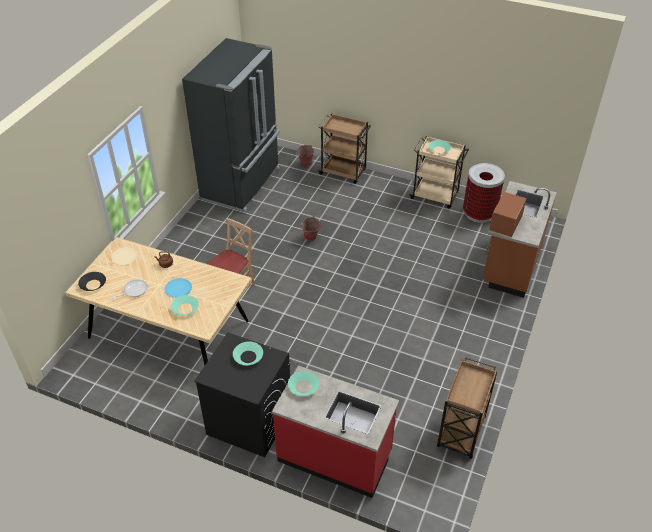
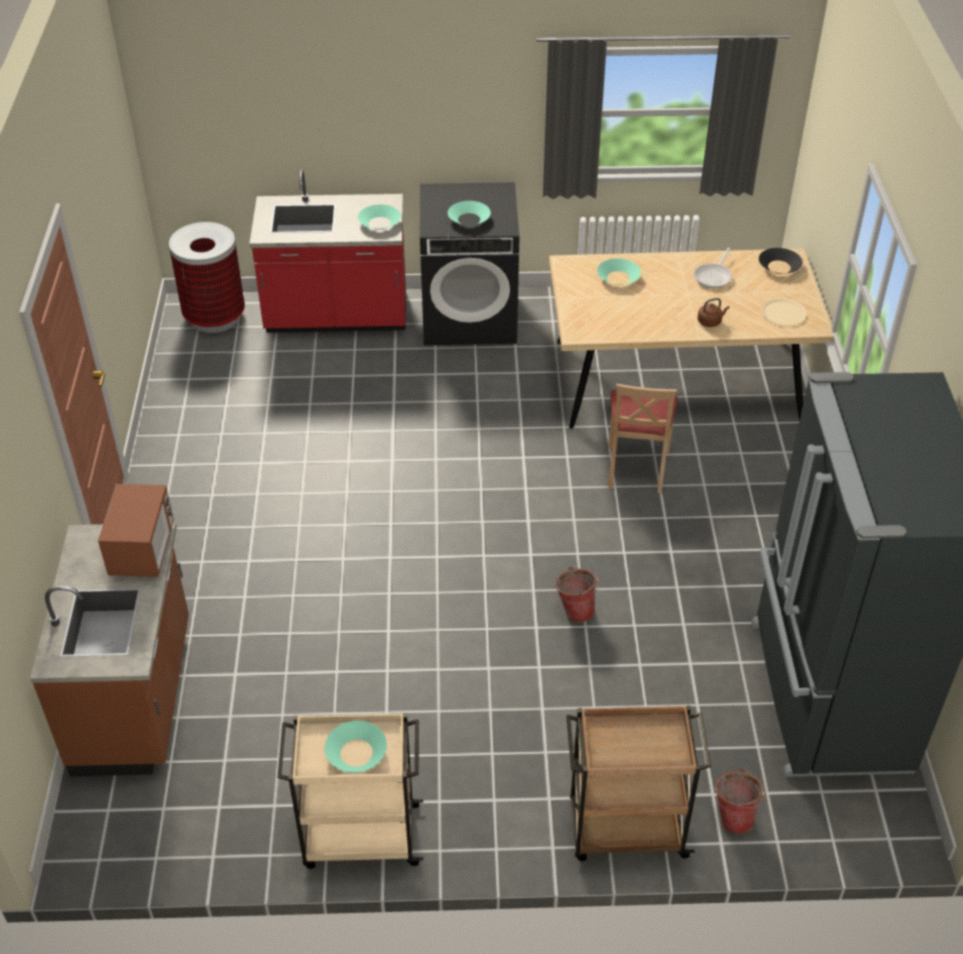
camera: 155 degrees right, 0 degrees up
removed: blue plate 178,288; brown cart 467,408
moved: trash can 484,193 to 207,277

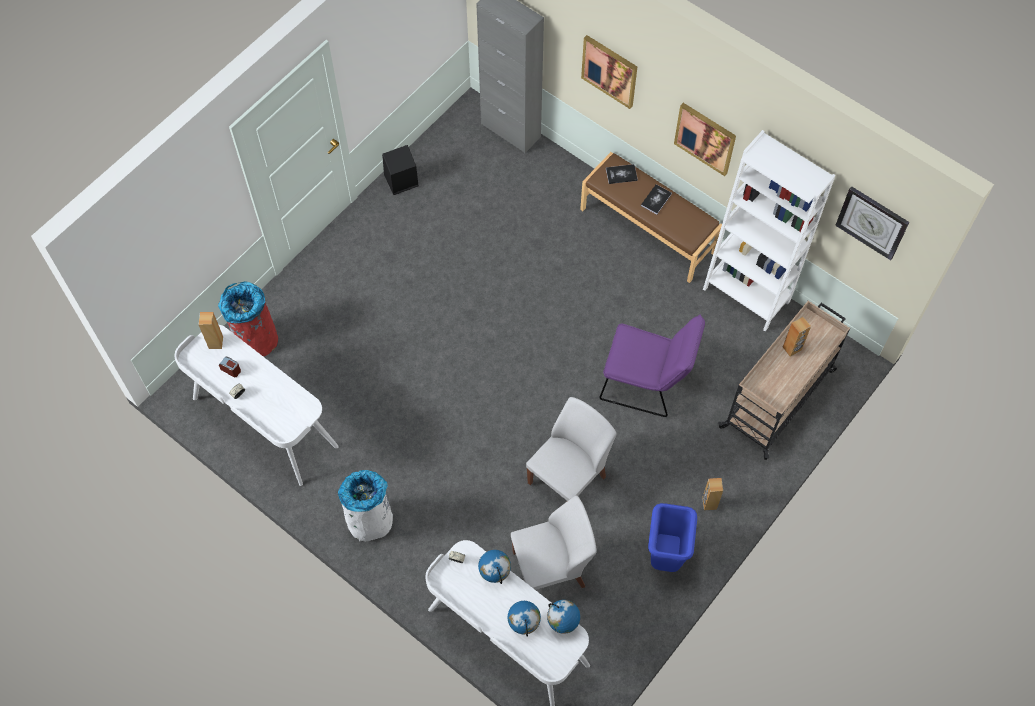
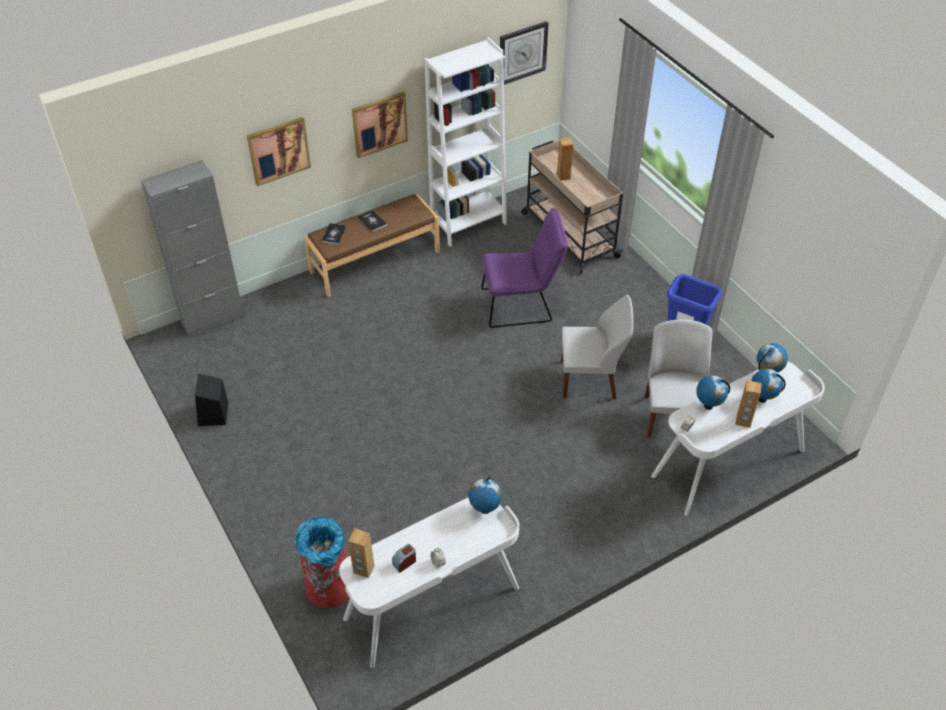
camera: 70 degrees left, 15 degrees down
removed: white trash can 365,506
added: globe 485,495
moved: brown speaker 712,494 to 748,404
turned: purple chair 652,365 = 524,268 45 degrees clockwise; white chair 571,449 = 597,347 120 degrees clockwise

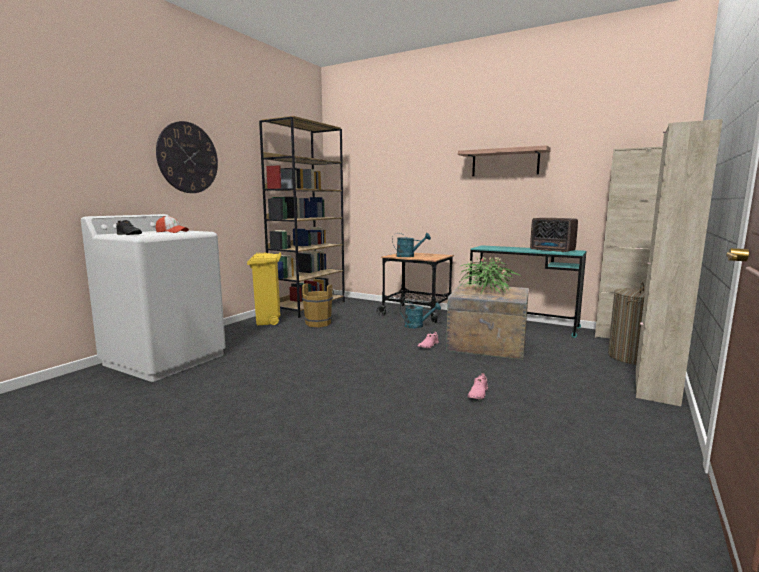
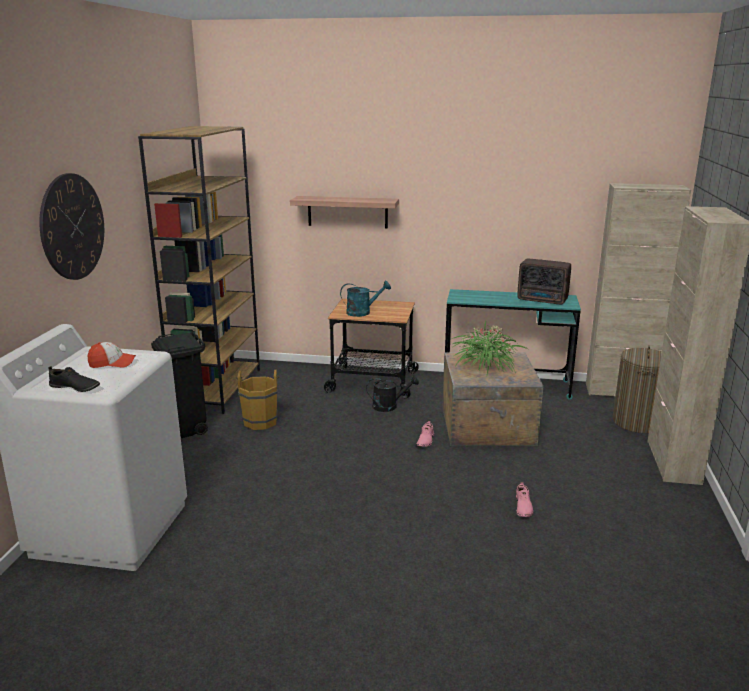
camera: 20 degrees left, 10 degrees up
moved: shelf 504,160 to 344,212
recoloured: yellow trash can 264,289 to black trash can 179,384; turquoise watering can 420,314 to black watering can 392,394

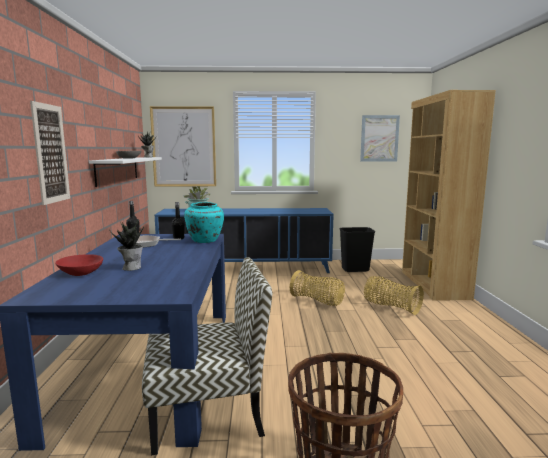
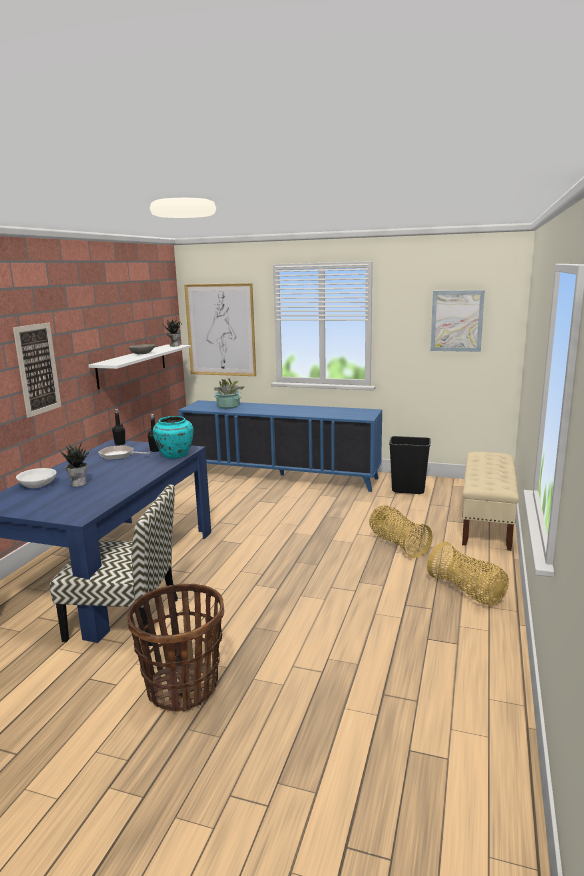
camera: 20 degrees right, 5 degrees up
moved: basket 317,288 to 468,574
replaced: brown bookcase 449,195 to beige bench 490,501
recoloured: red bowl 79,265 to white bowl 36,478

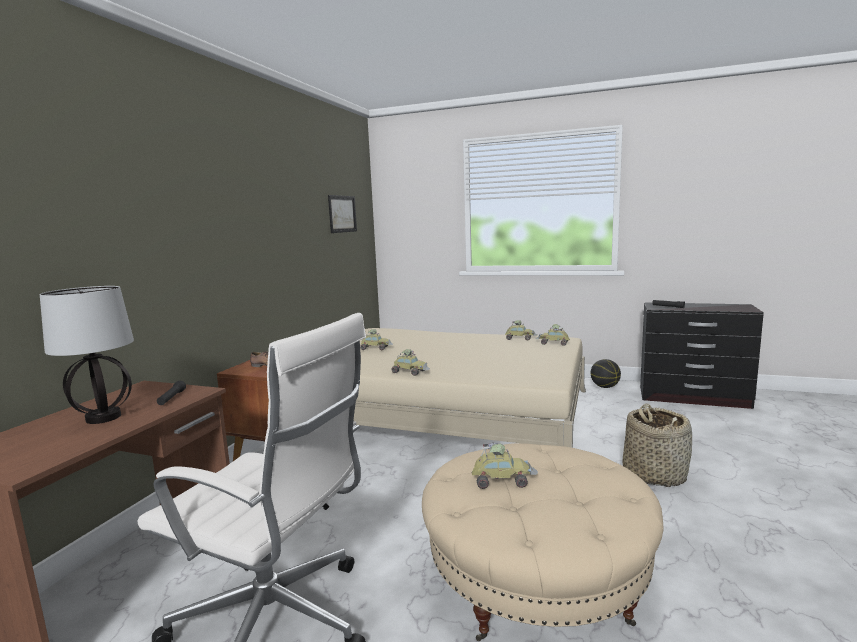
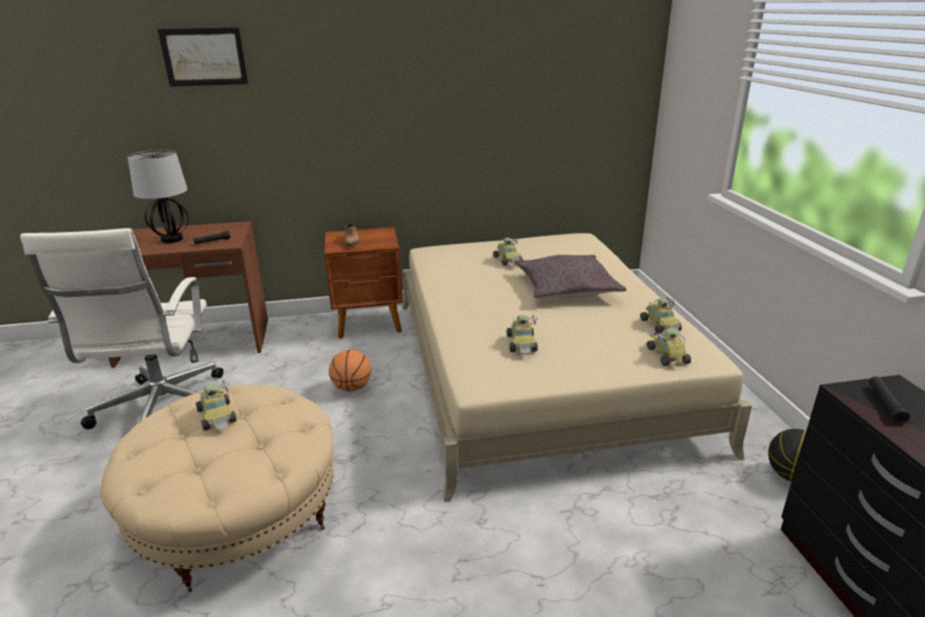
camera: 60 degrees right, 15 degrees up
removed: basket 657,445
added: basketball 350,370; grey pillow 570,276
moved: picture 342,214 to 203,57; toy car 410,362 to 522,334

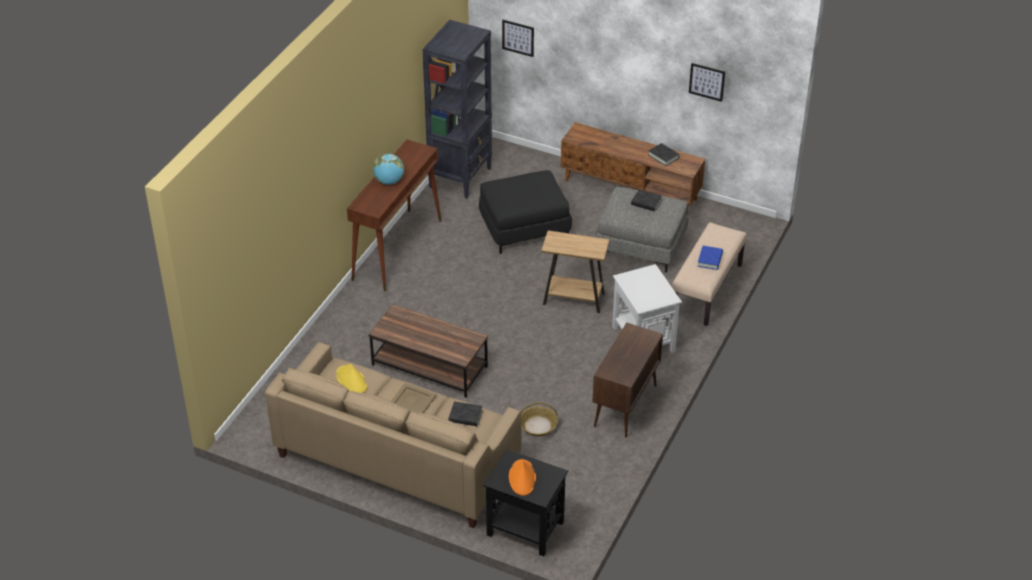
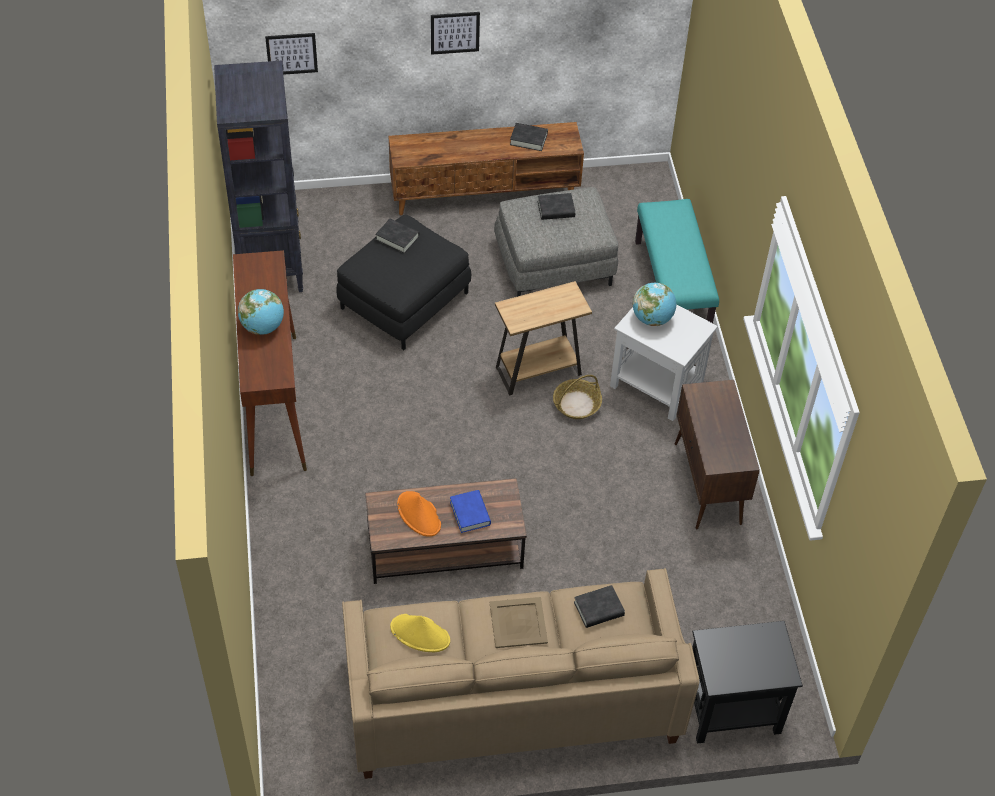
camera: 35 degrees left, 10 degrees up
added: black book 397,236; globe 654,304
moved: orange hat 522,477 to 419,514; picture 707,82 to 455,33; blue book 710,258 to 470,511; basket 539,419 to 577,397
recoloured: beige bench 709,274 to turquoise bench 677,261

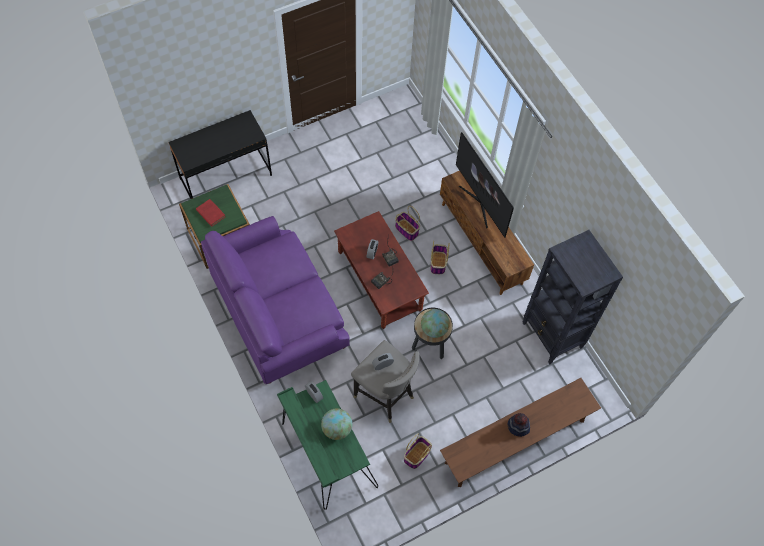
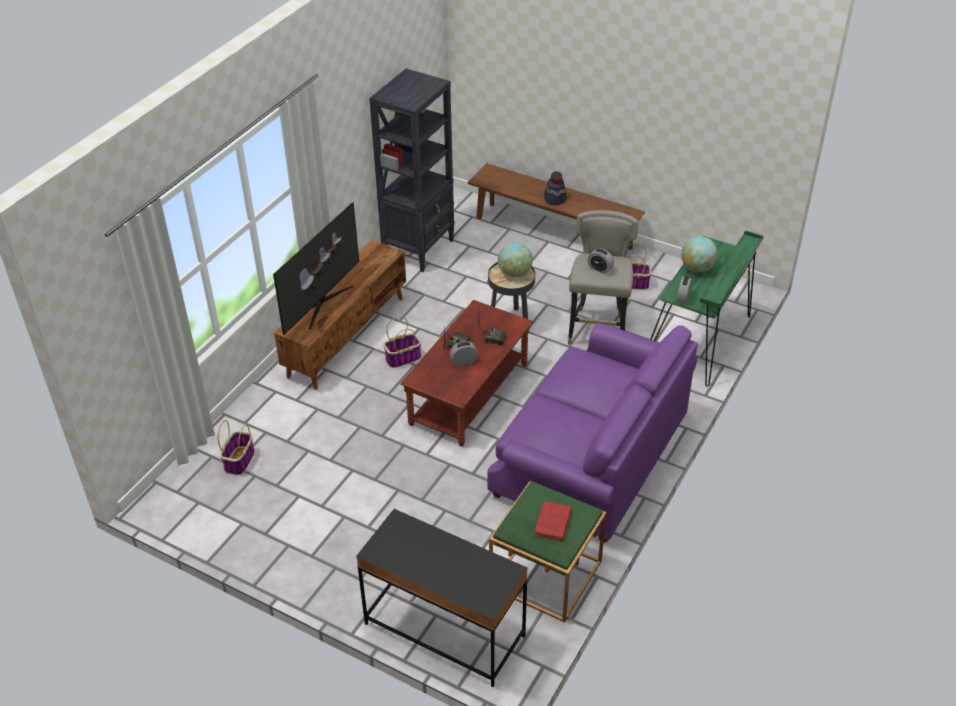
camera: 120 degrees left, 20 degrees down
moved: basket 407,223 to 236,447

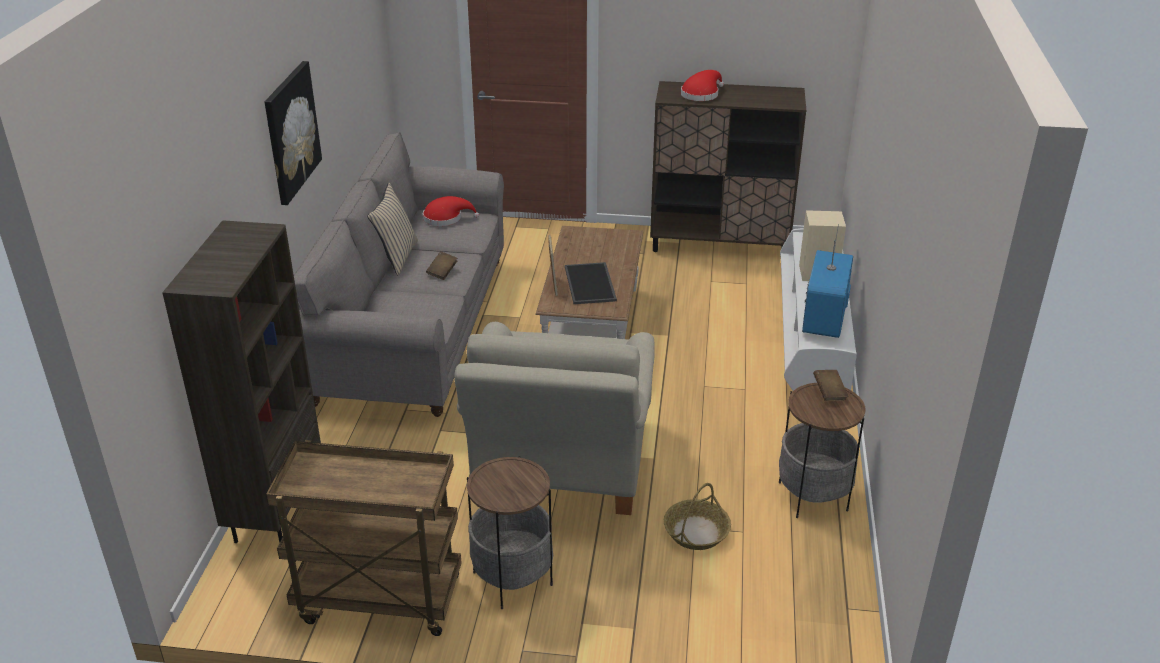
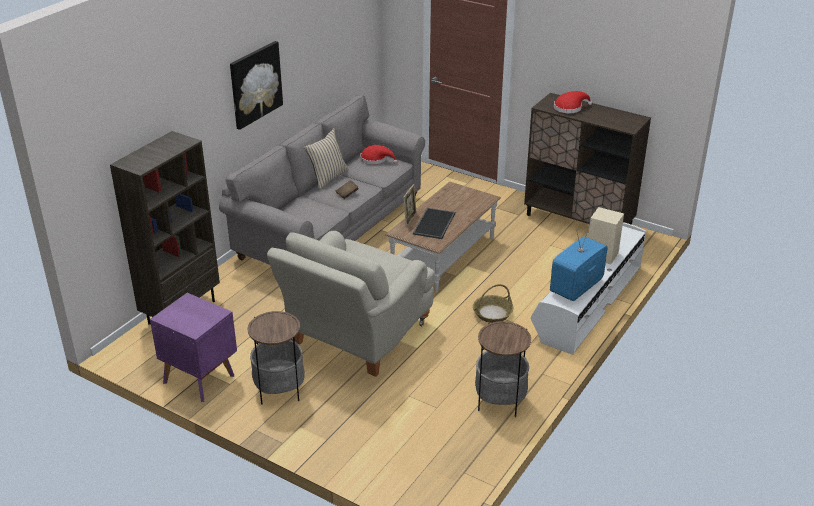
camera: 25 degrees right, 0 degrees up
removed: brown book 830,385
moved: basket 697,516 to 493,303
replaced: brown cart 363,538 to purple nightstand 193,347

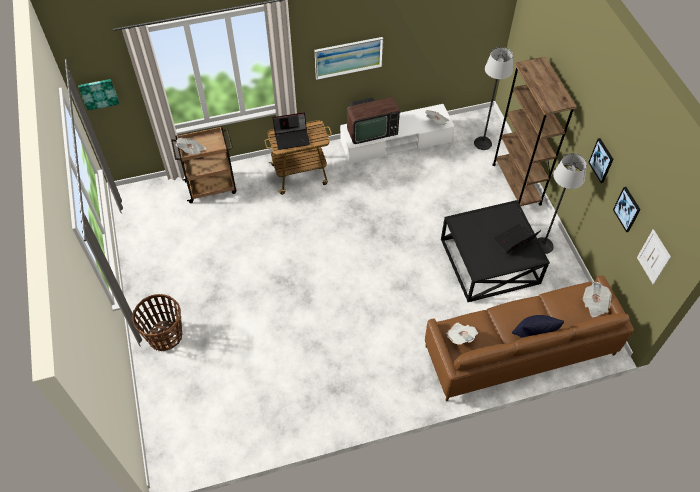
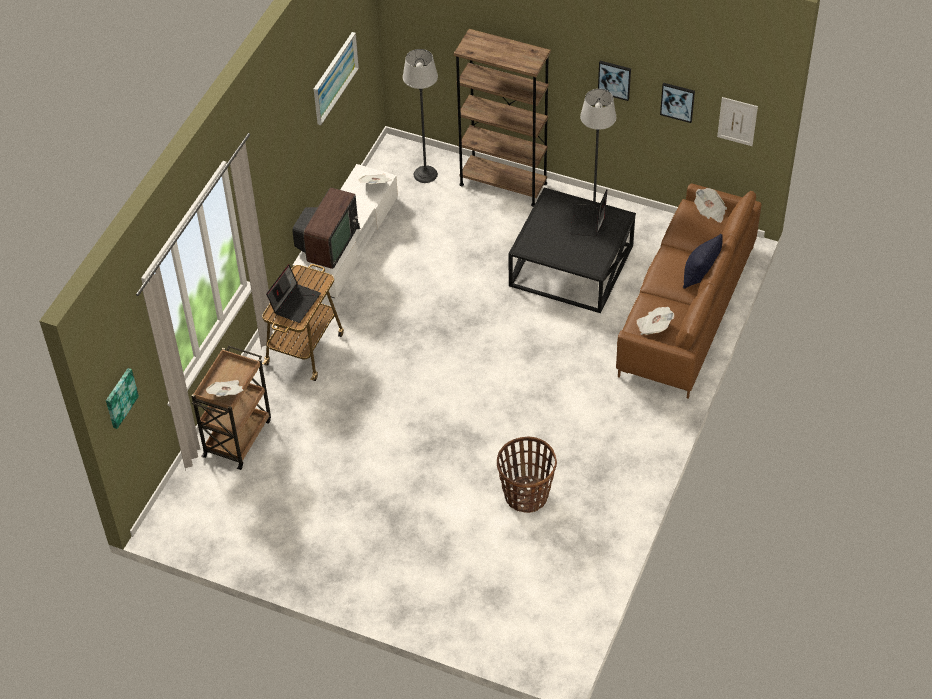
camera: 50 degrees left, 5 degrees down
moved: picture 349,58 to 336,78; basket 157,322 to 527,474

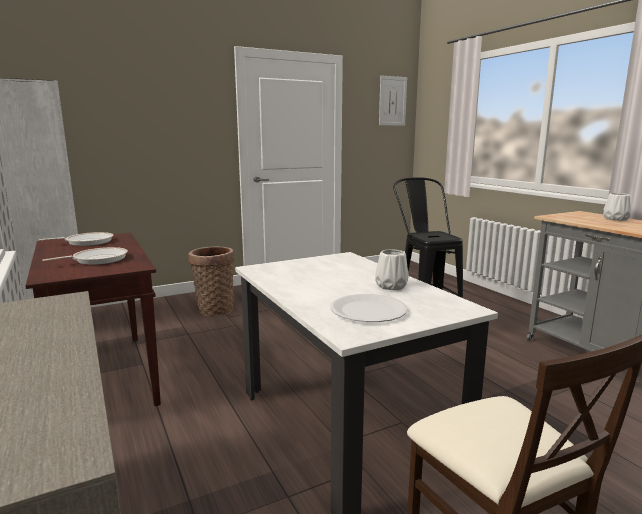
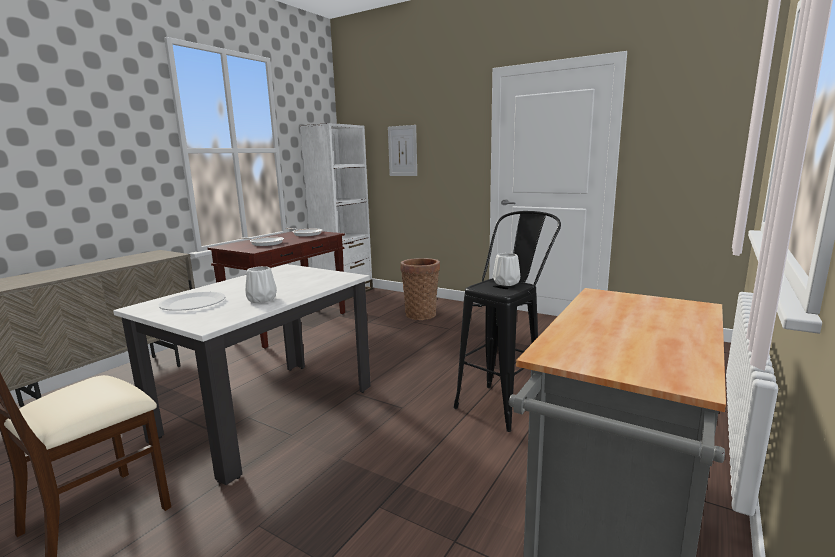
camera: 60 degrees right, 0 degrees up
moved: picture 393,100 to 402,150; white vase 617,207 to 506,269

